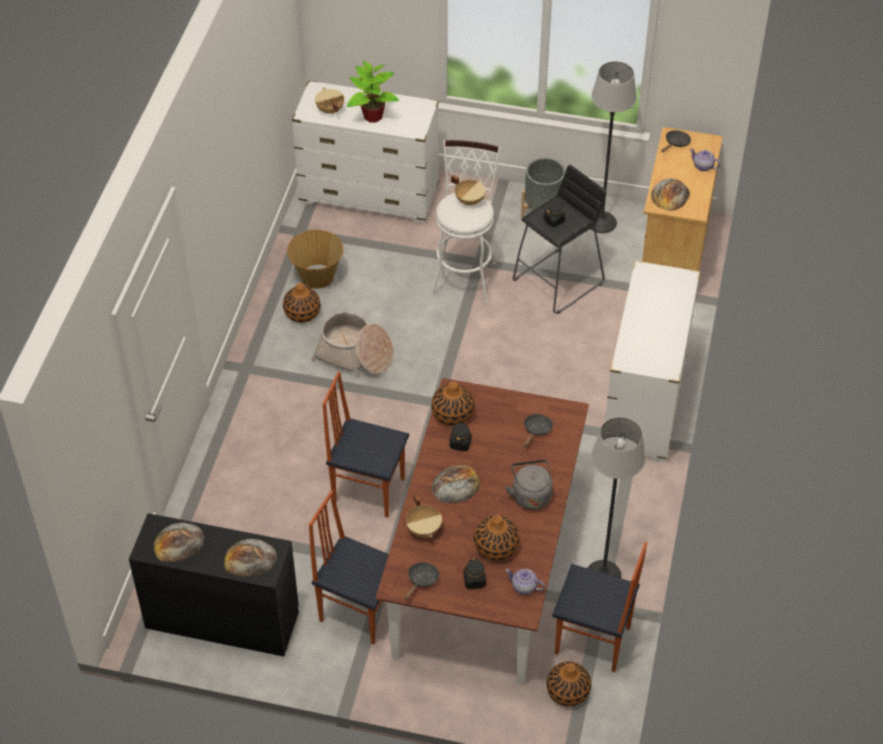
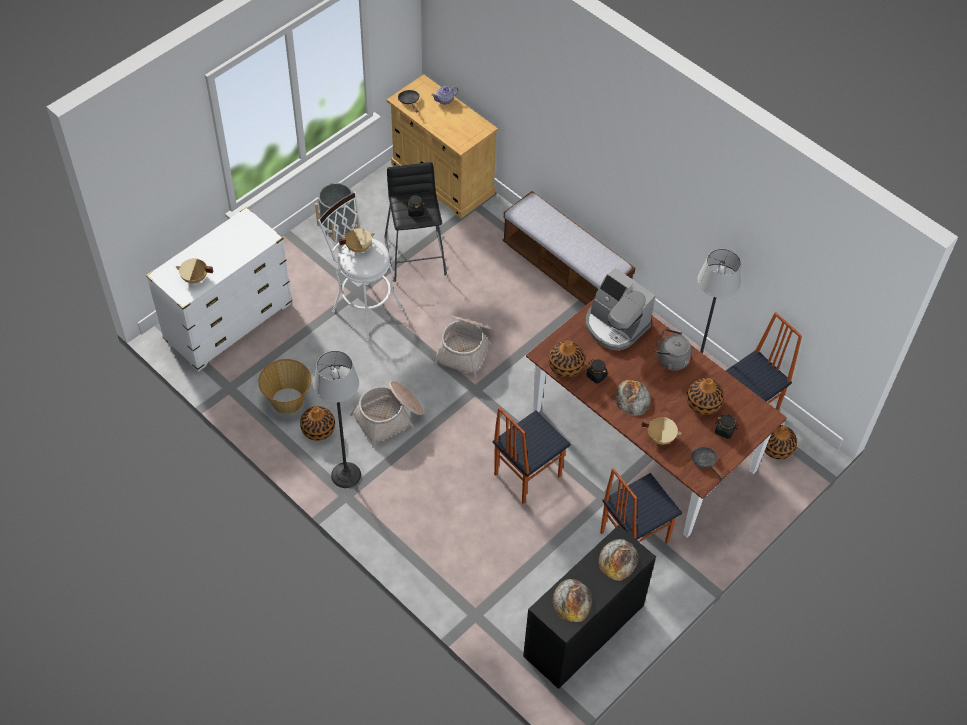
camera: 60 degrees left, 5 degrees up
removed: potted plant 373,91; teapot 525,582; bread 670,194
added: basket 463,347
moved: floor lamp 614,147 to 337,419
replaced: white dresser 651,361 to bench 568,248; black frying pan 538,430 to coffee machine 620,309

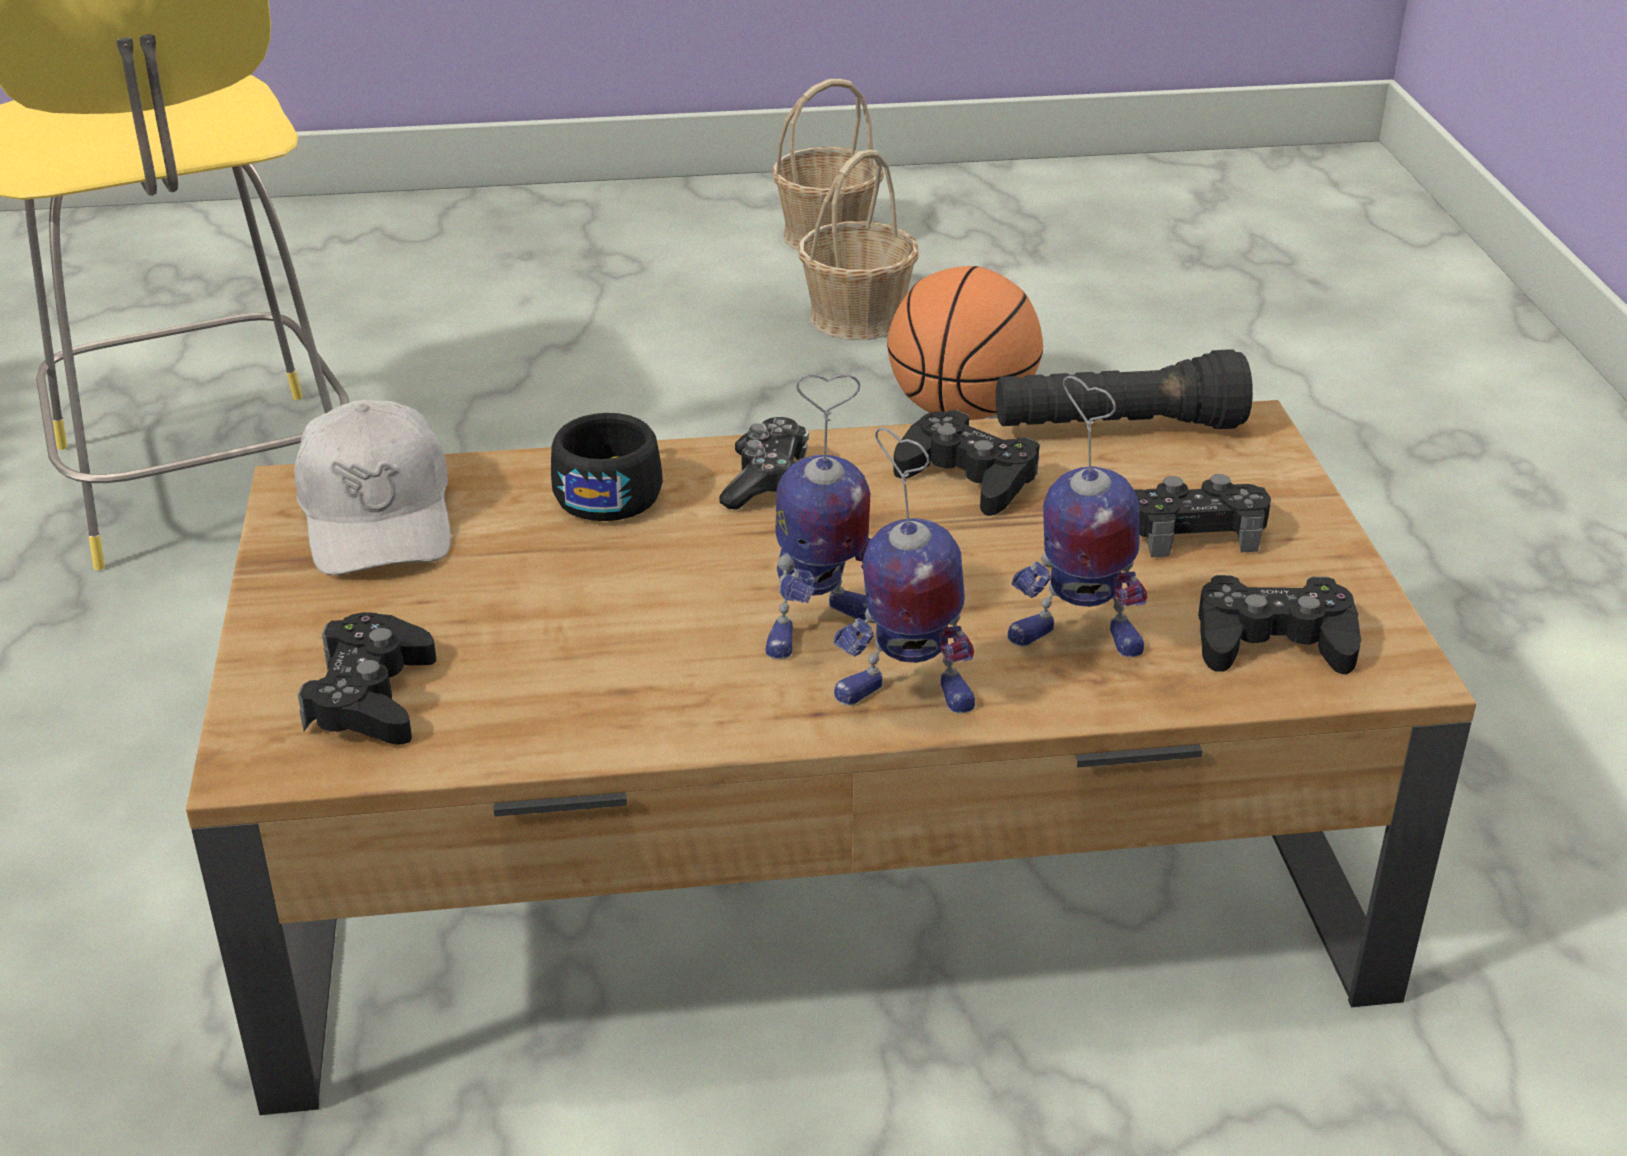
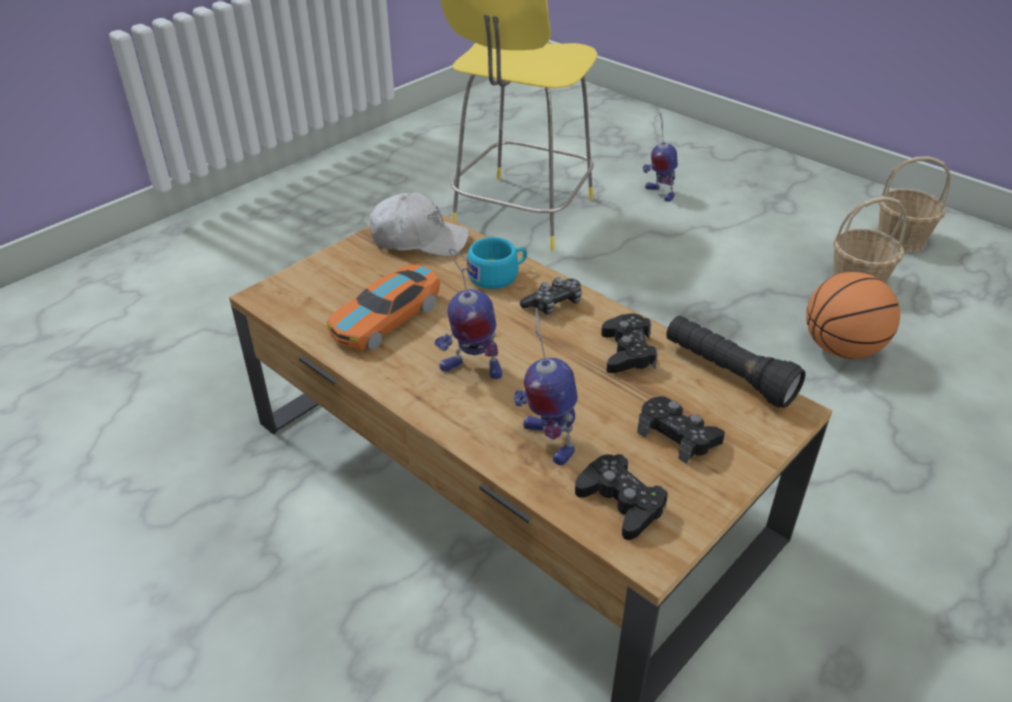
camera: 50 degrees right, 5 degrees up
removed: black game controller 367,678
added: toy car 383,307
moved: toy robot 904,570 to 660,157
recoloured: black cup 607,467 to turquoise cup 497,263
turned: white cap 372,487 = 419,225 120 degrees counterclockwise

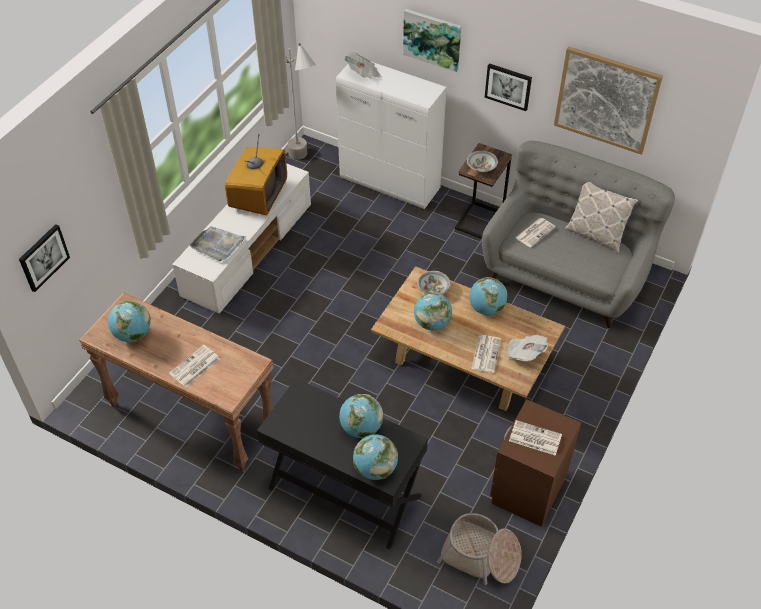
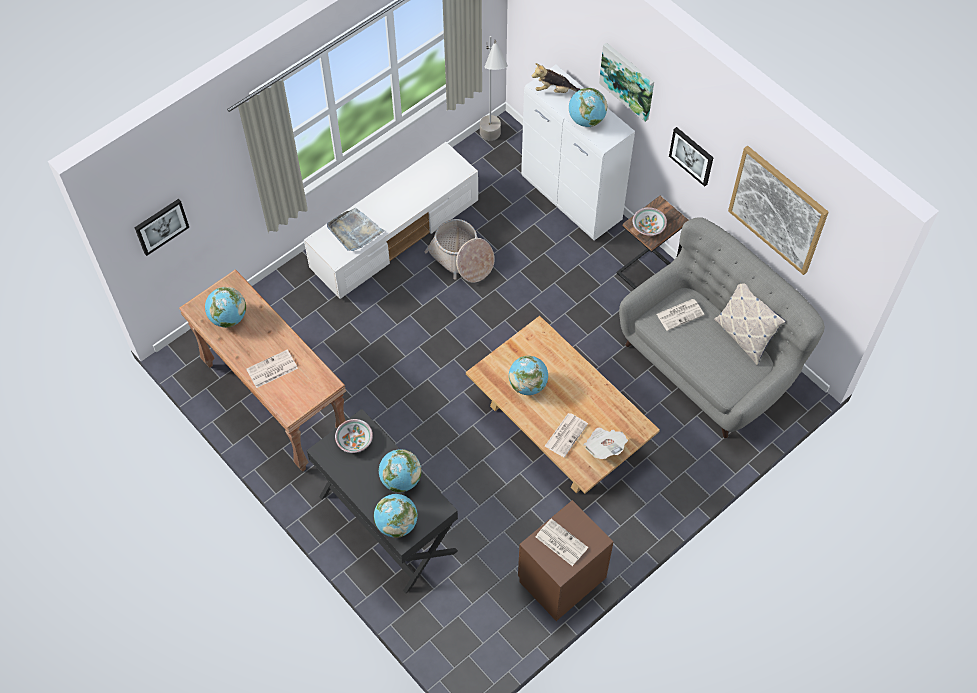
camera: 20 degrees right, 10 degrees up
removed: television 256,174
moved: bowl 434,282 to 354,436; basket 479,549 to 459,251; globe 488,296 to 588,107
replaced: newspaper 362,65 to plush toy 556,78

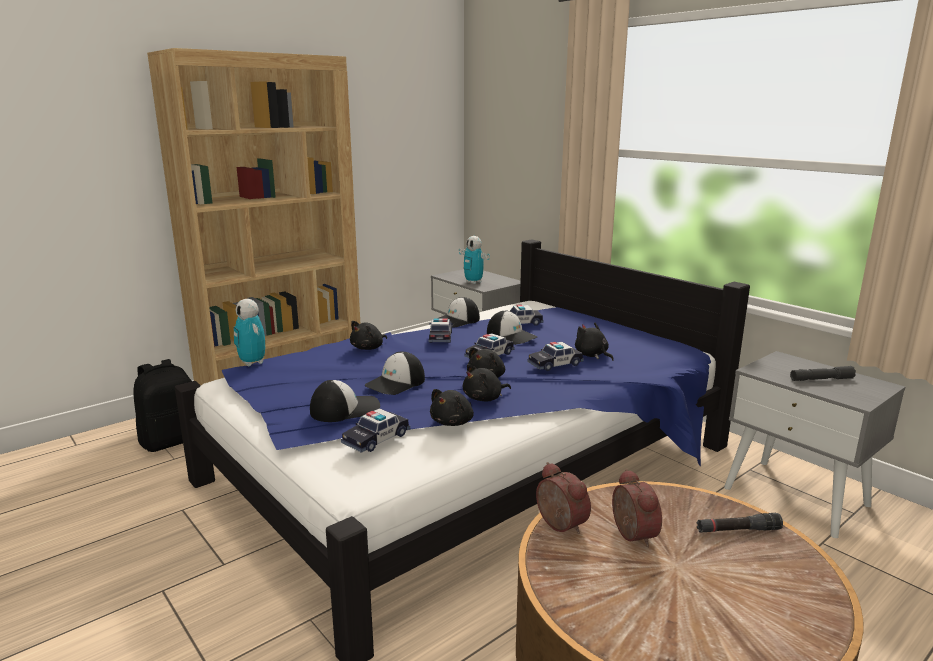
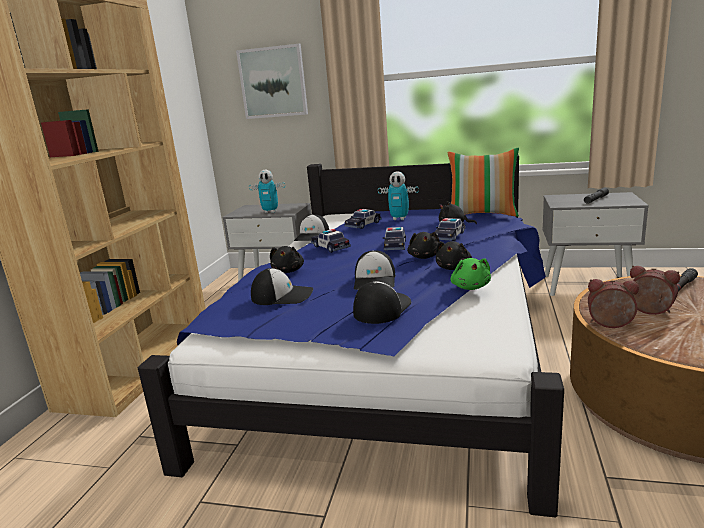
camera: 35 degrees left, 0 degrees up
removed: black backpack 162,405; toy car 375,430
added: picture 272,81; pillow 483,182
moved: cap 512,328 to 282,286; toy robot 249,332 to 398,195
recoloured: black plush toy 452,407 to green plush toy 471,274

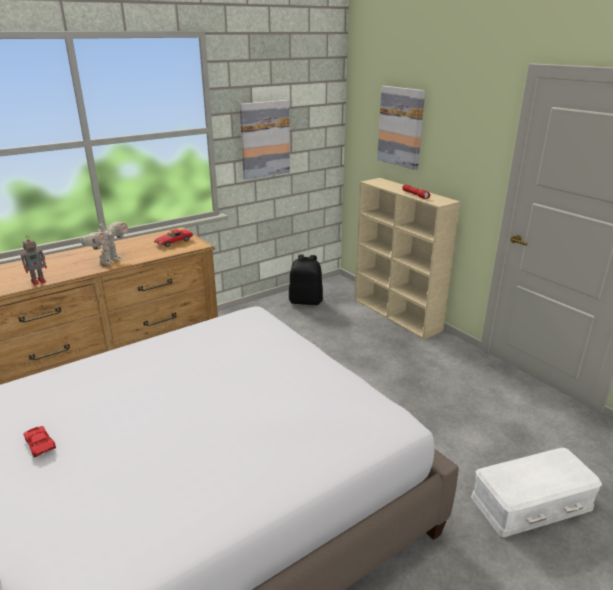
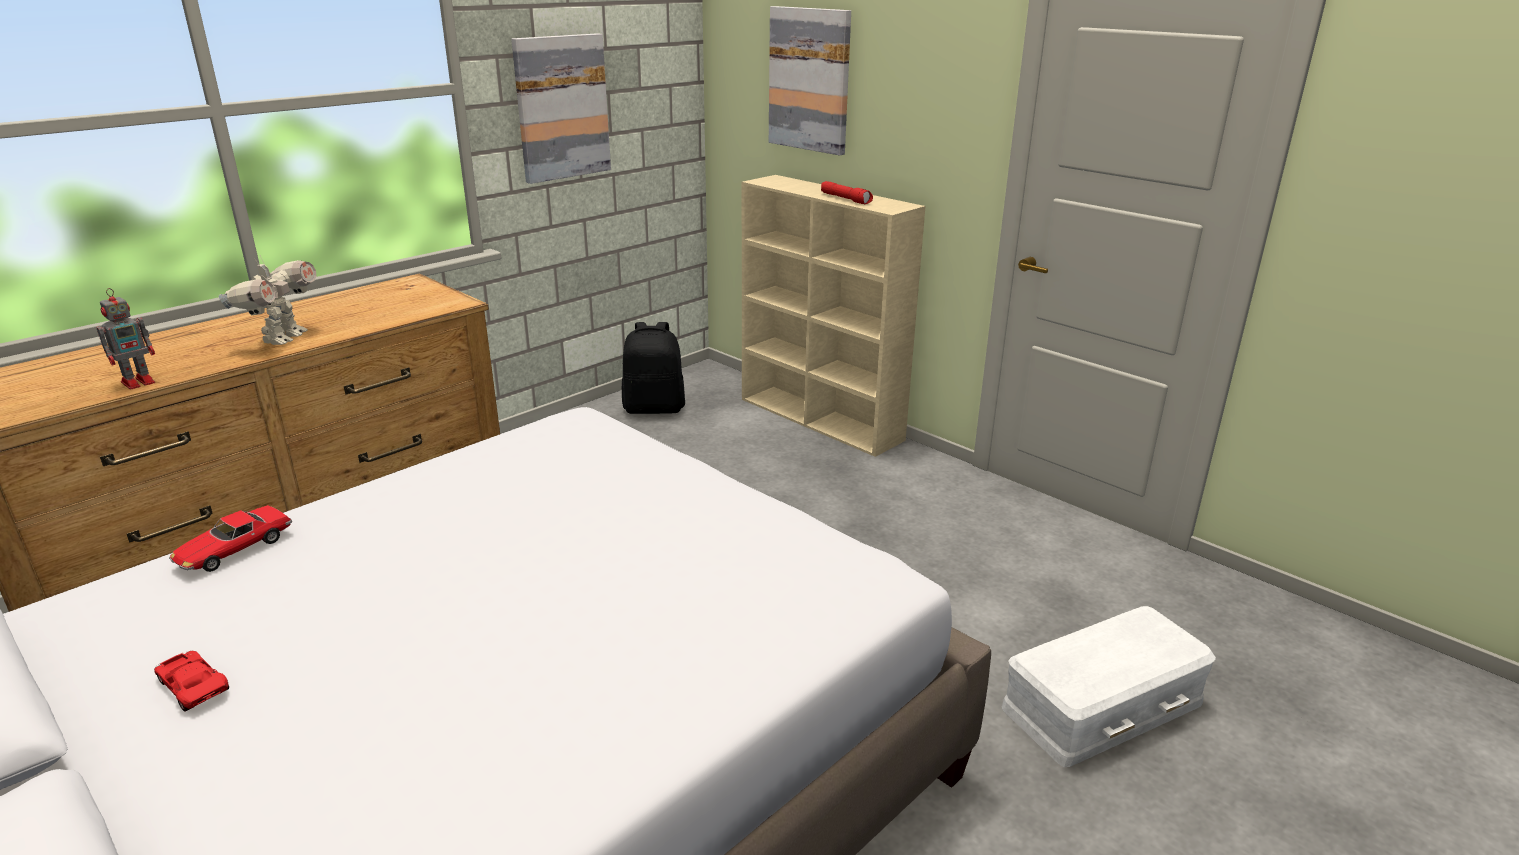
camera: 10 degrees left, 0 degrees up
moved: toy car 173,238 to 230,538

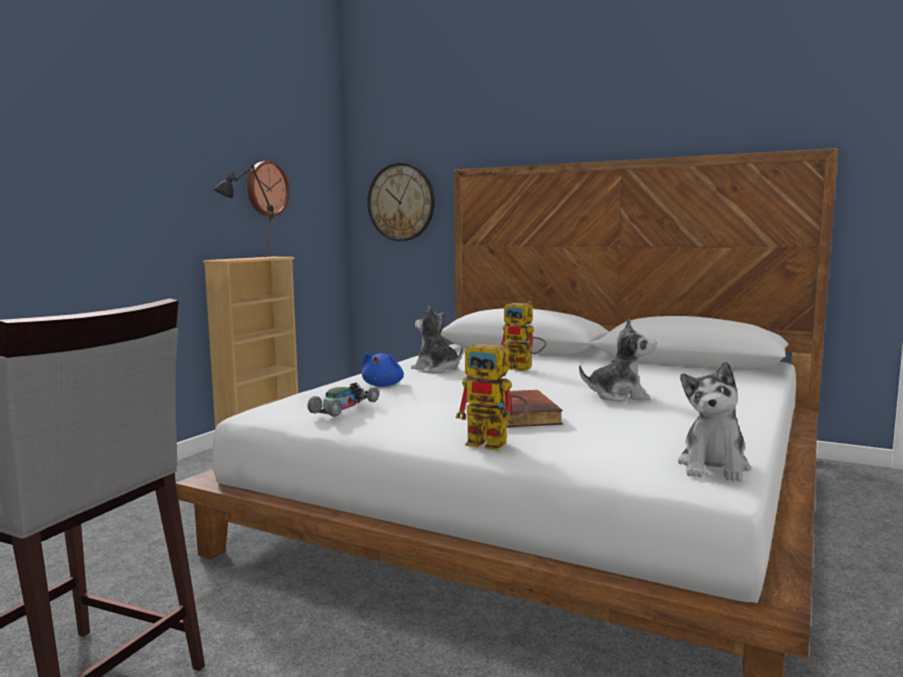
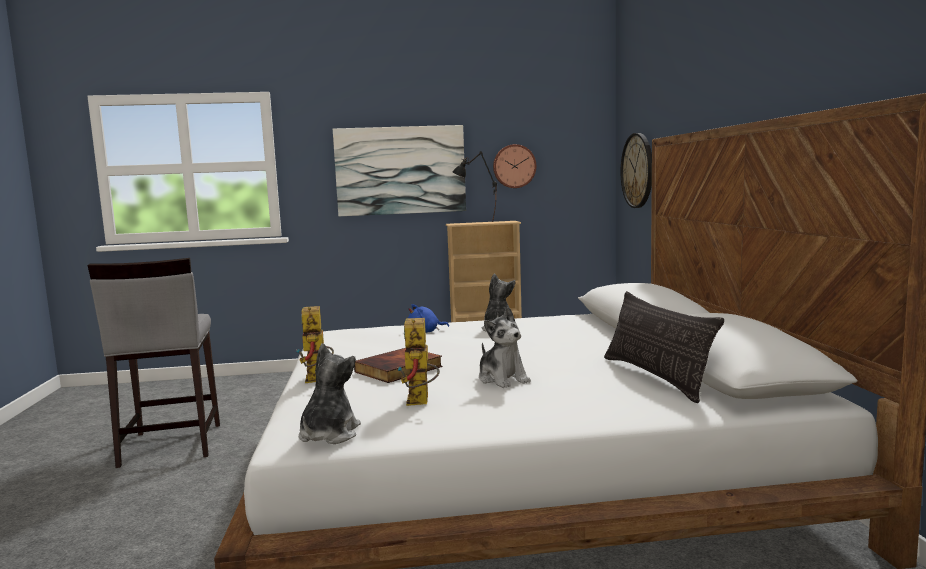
camera: 55 degrees right, 0 degrees up
removed: toy car 343,399
added: picture 399,170; pillow 664,347
moved: toy robot 523,336 to 418,362
turned: plush toy 714,422 = 330,393 120 degrees clockwise

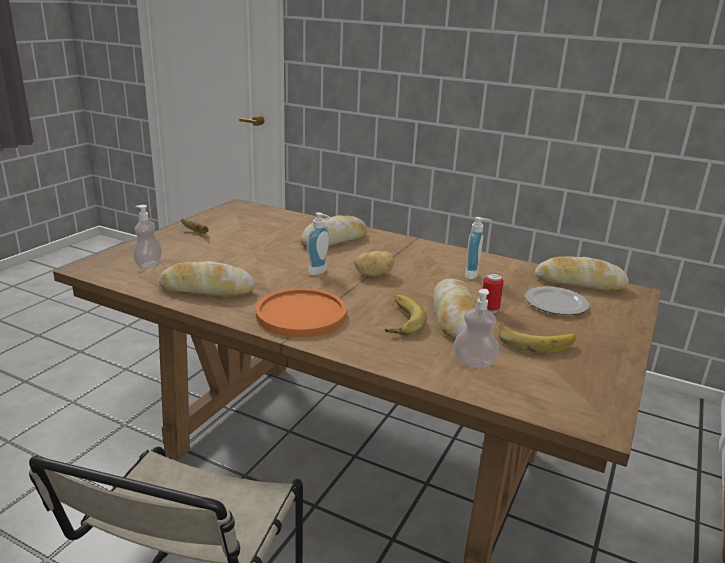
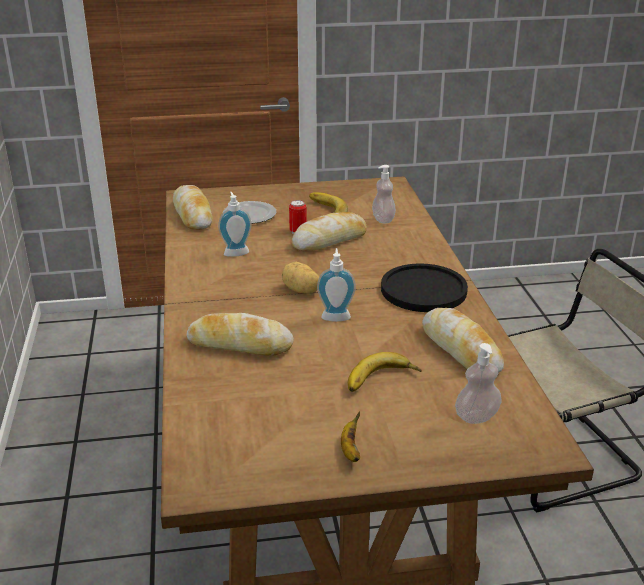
camera: 125 degrees left, 5 degrees up
moved: banana 406,316 to 385,372
recoloured: orange plate 301,312 to black plate 424,287

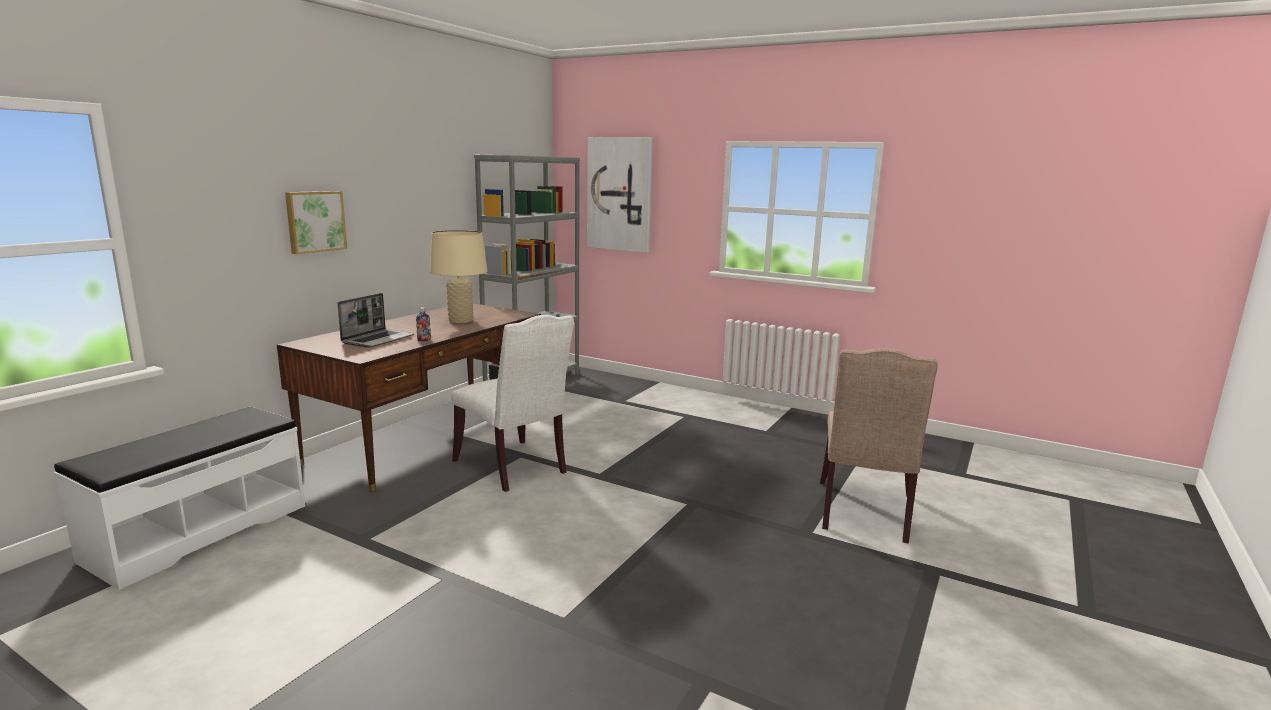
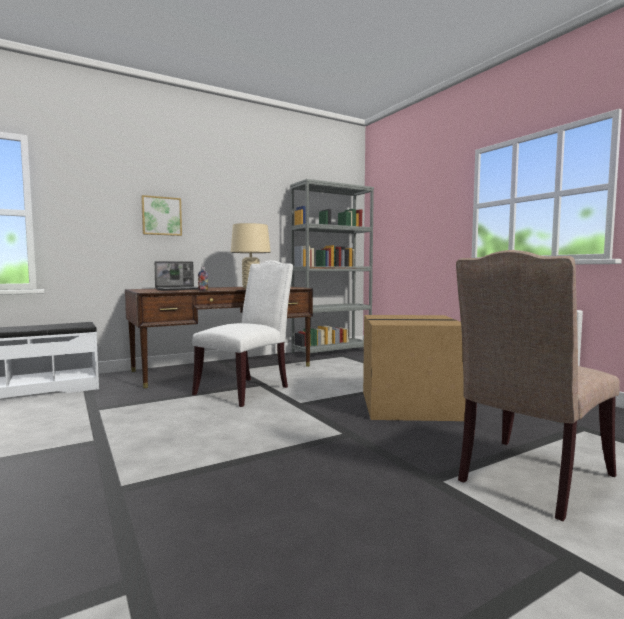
camera: 30 degrees right, 10 degrees down
removed: picture 620,195
added: cardboard box 414,368
turned: white chair 512,403 = 242,333 135 degrees counterclockwise

